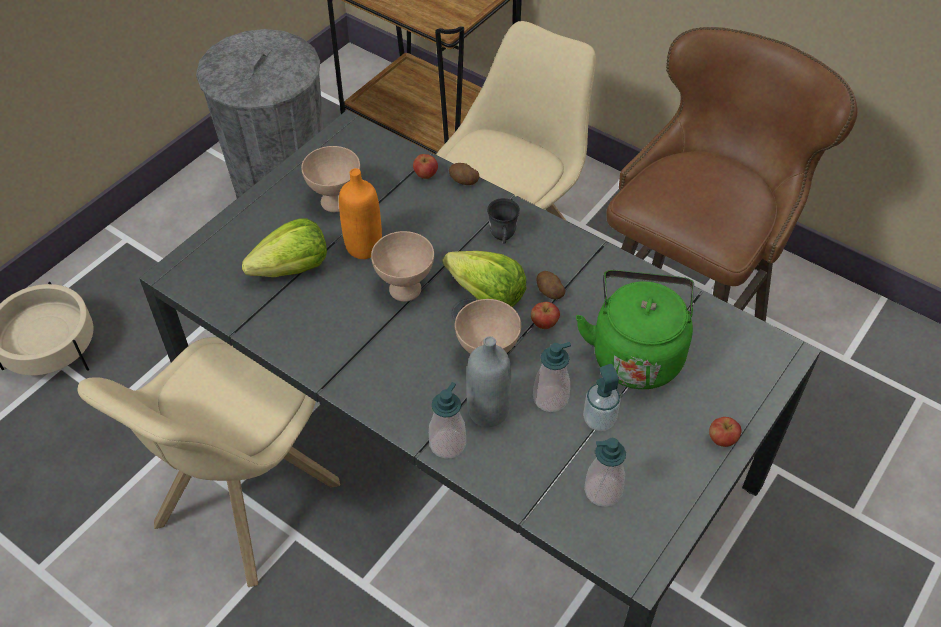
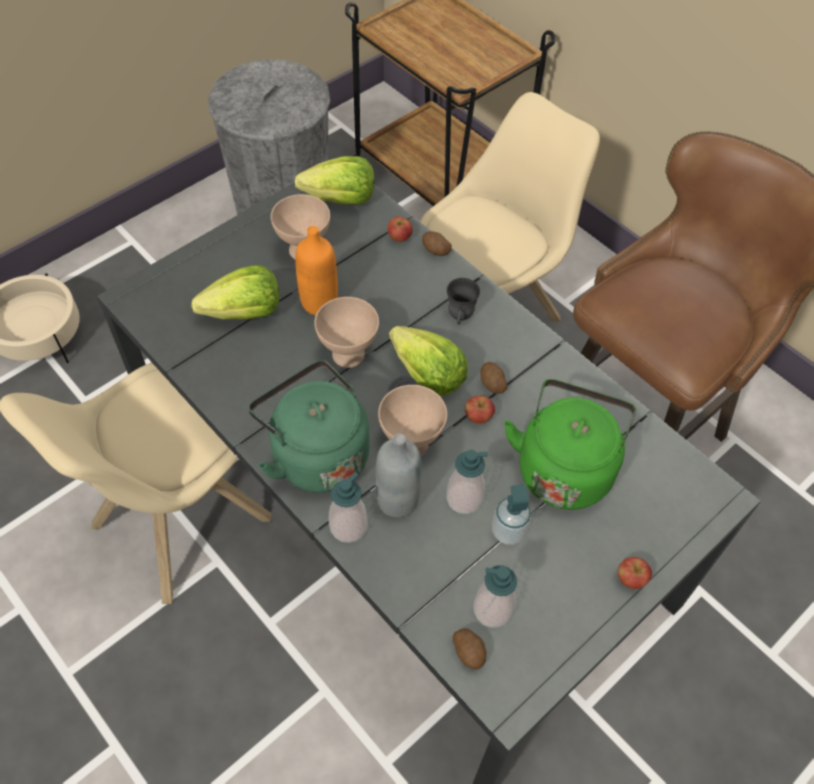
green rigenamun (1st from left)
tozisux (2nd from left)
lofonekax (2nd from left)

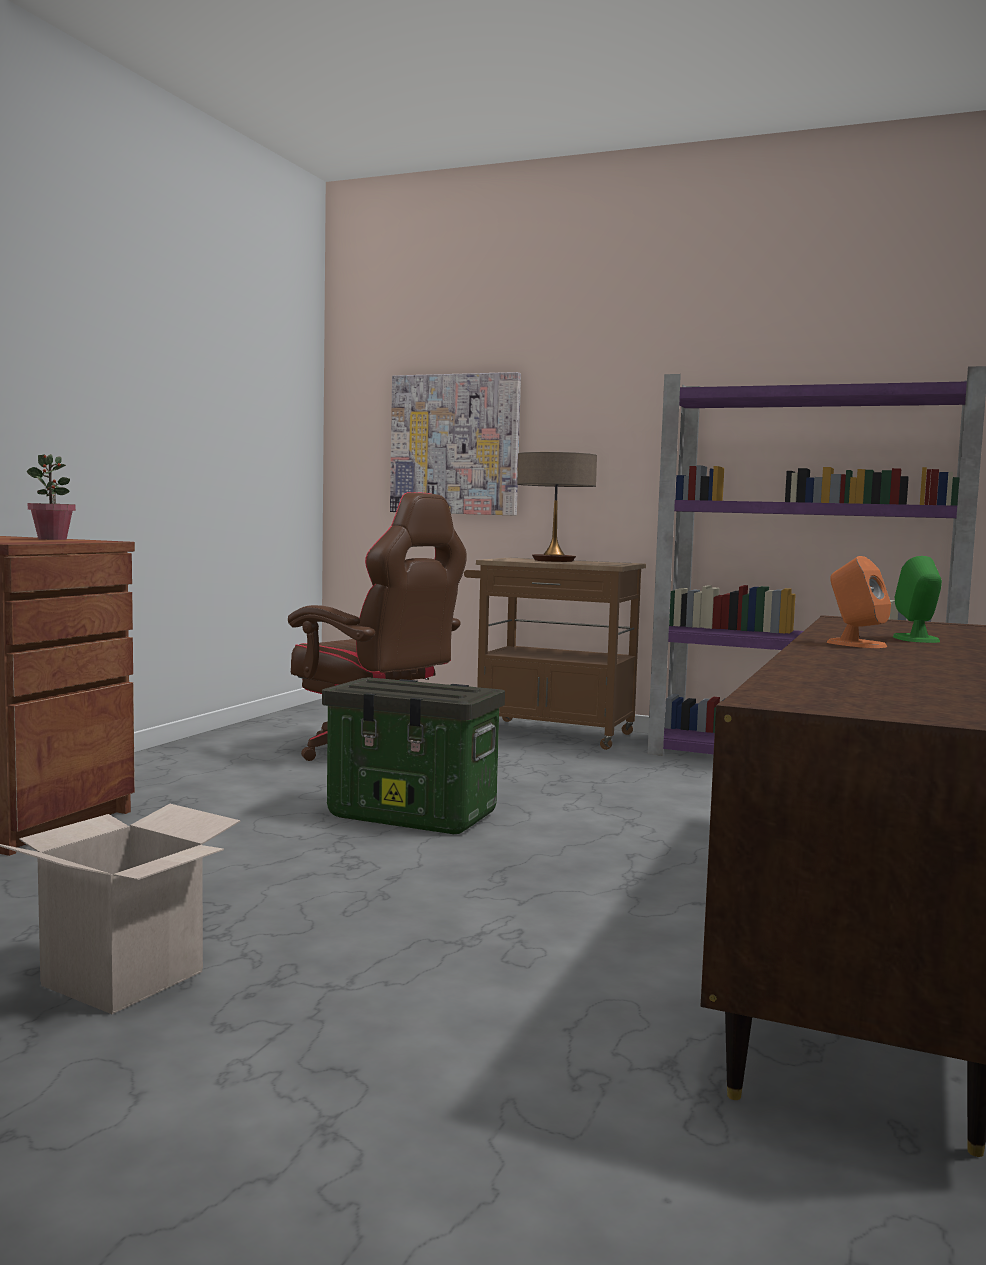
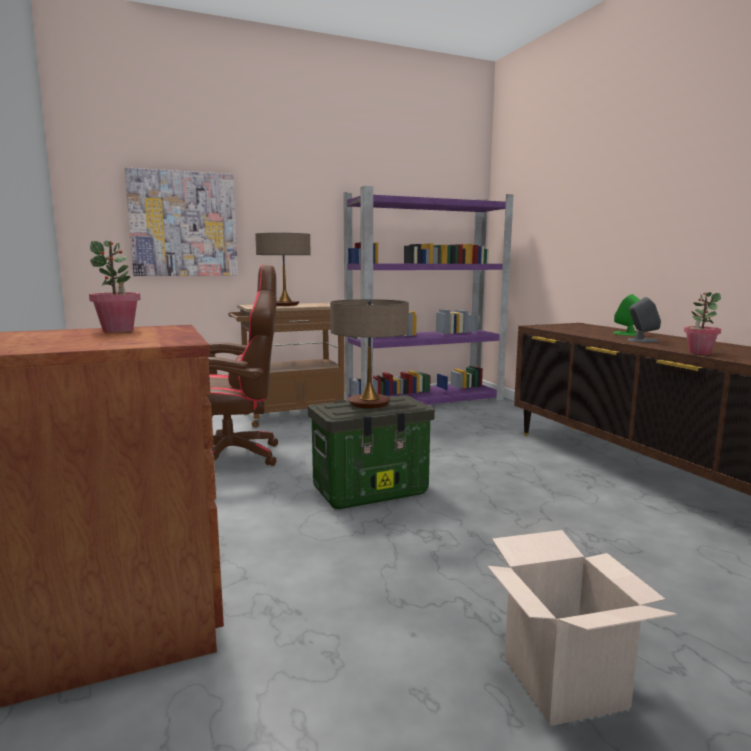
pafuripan (2nd from left)
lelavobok (2nd from left)
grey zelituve

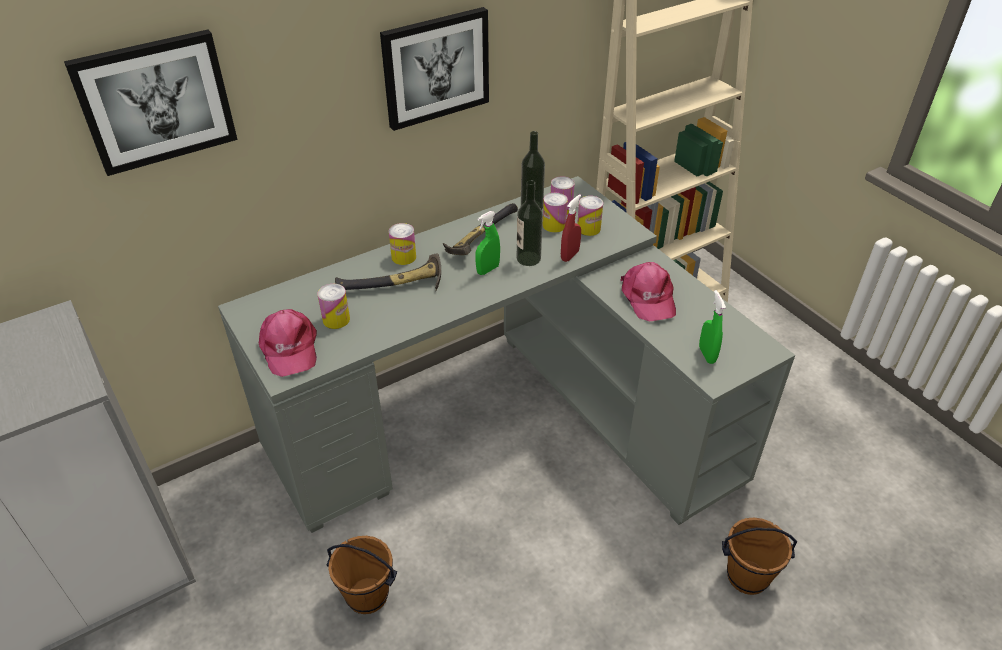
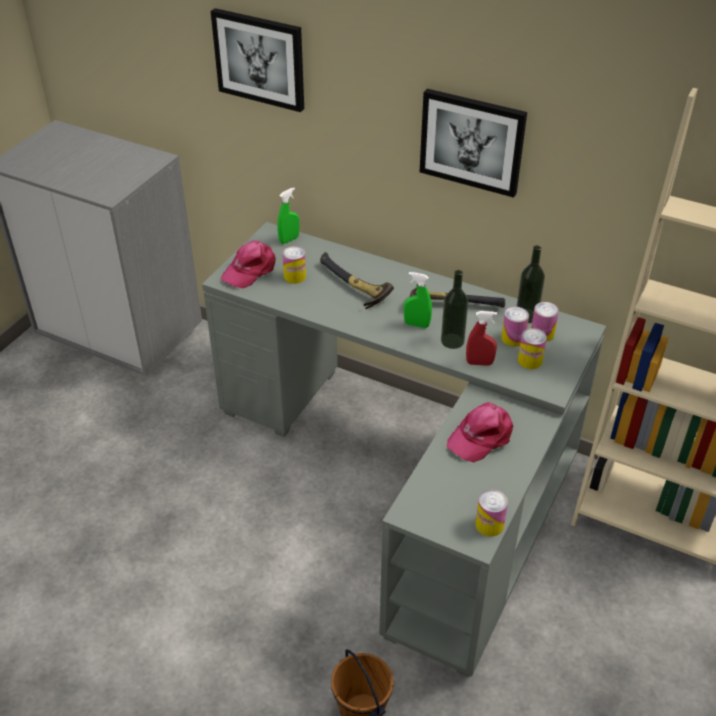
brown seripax (1st from left in the first image)
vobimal (2nd from left)
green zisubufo (1st from left)

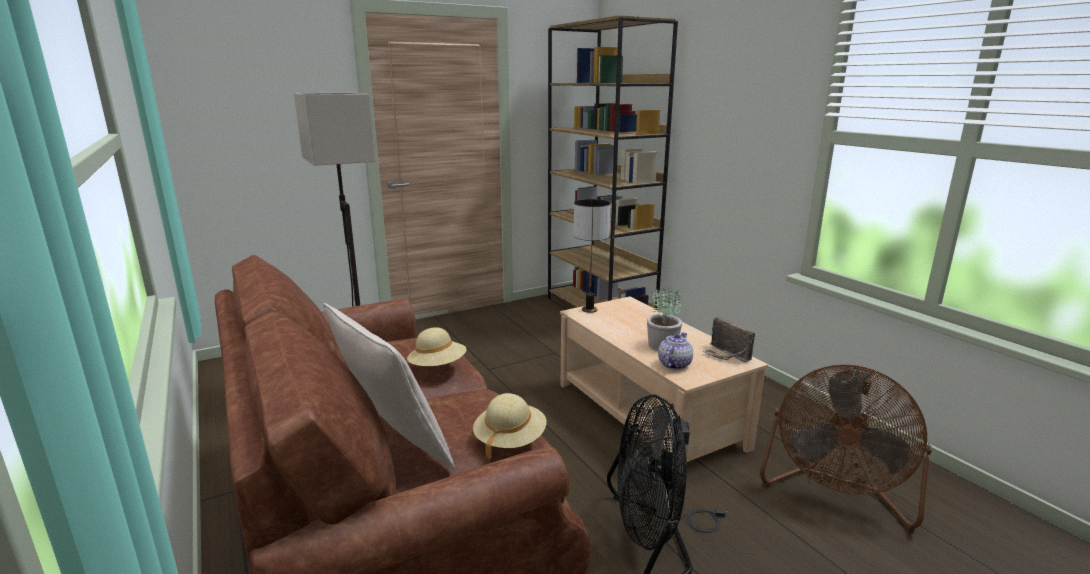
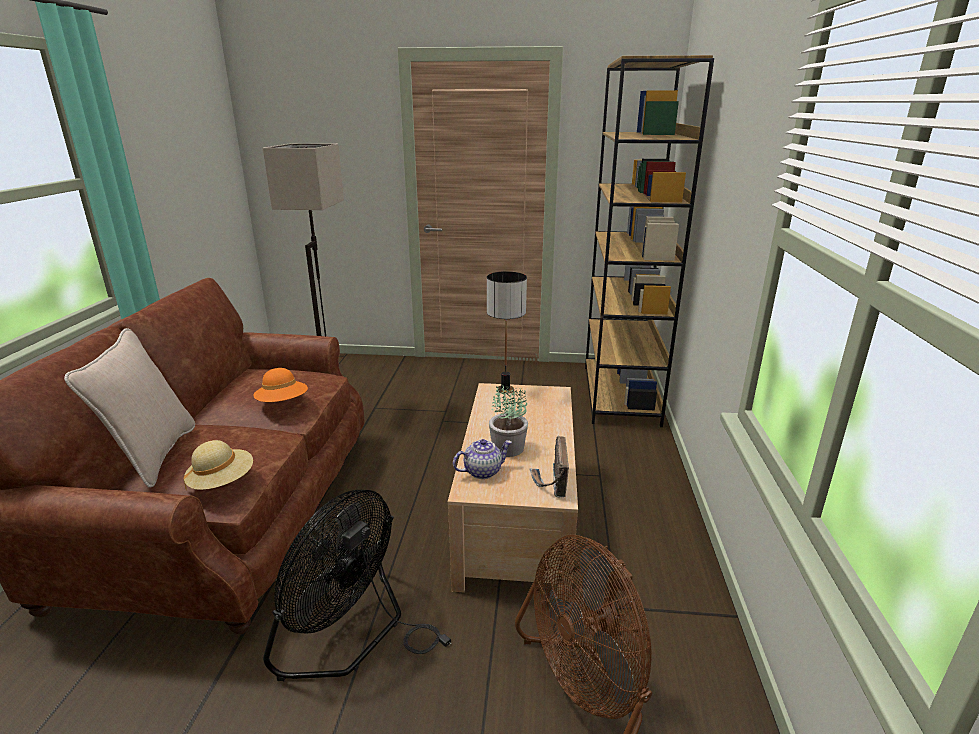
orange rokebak

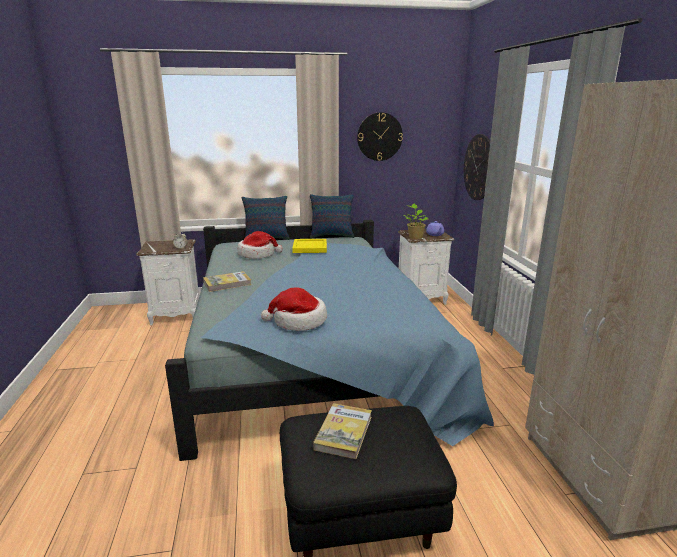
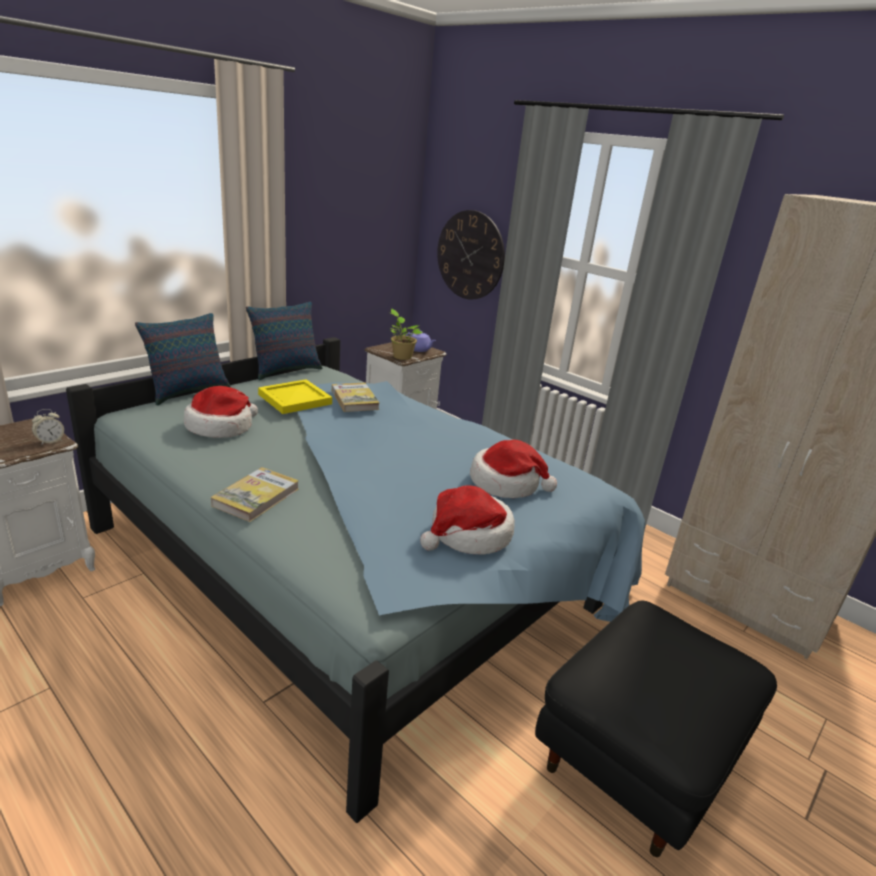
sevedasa (1st from left in the first image)
rokebak (3rd from left)
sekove (2nd from left)

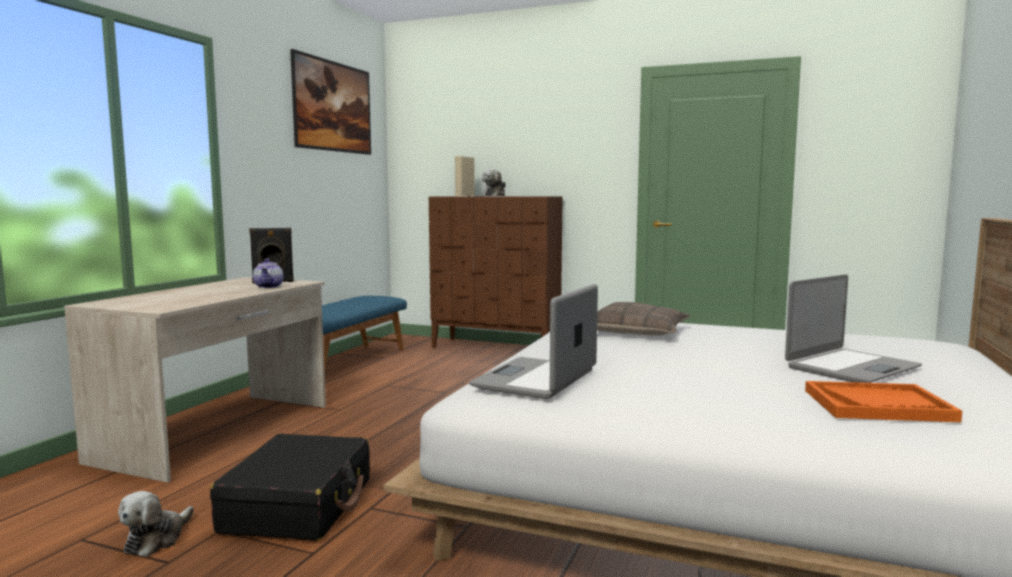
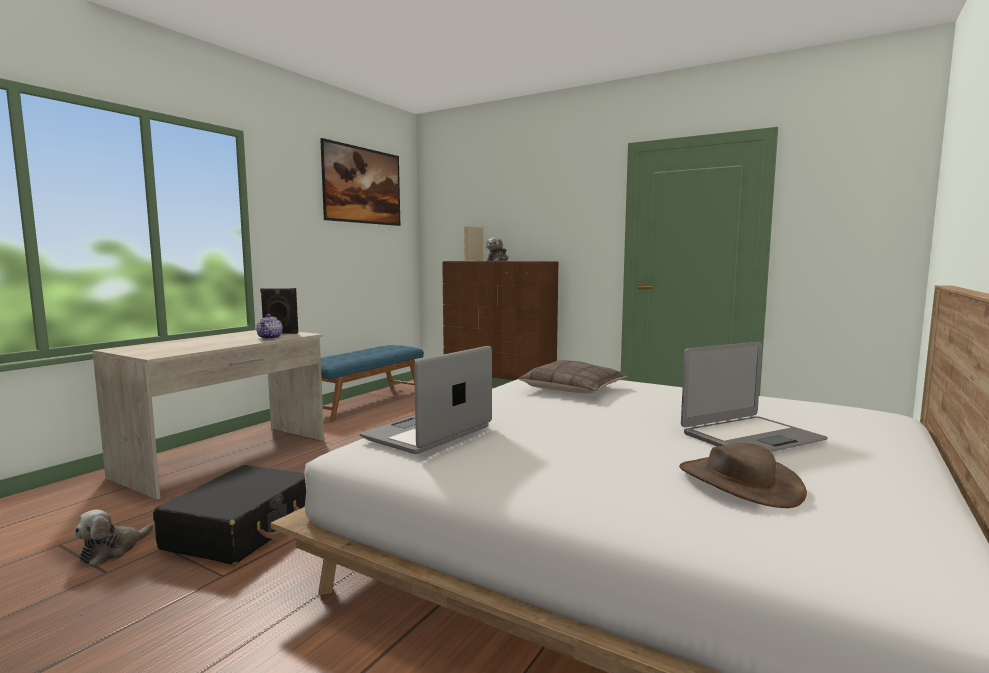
brown rokebak

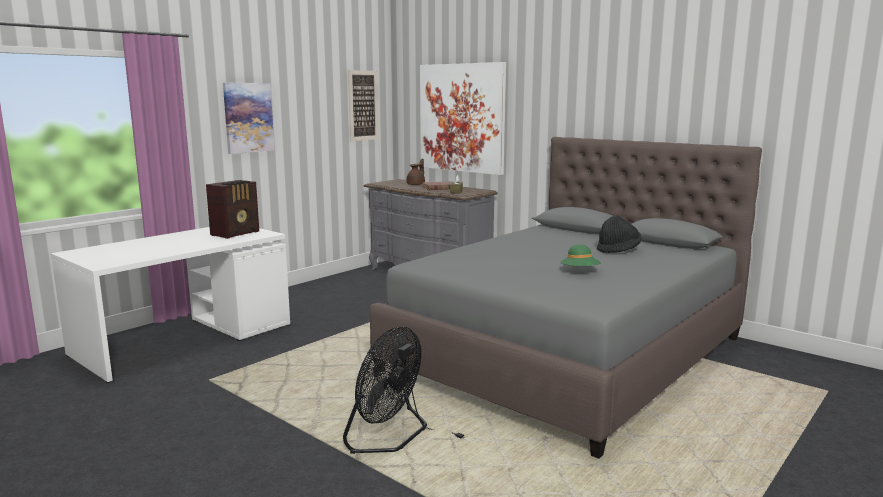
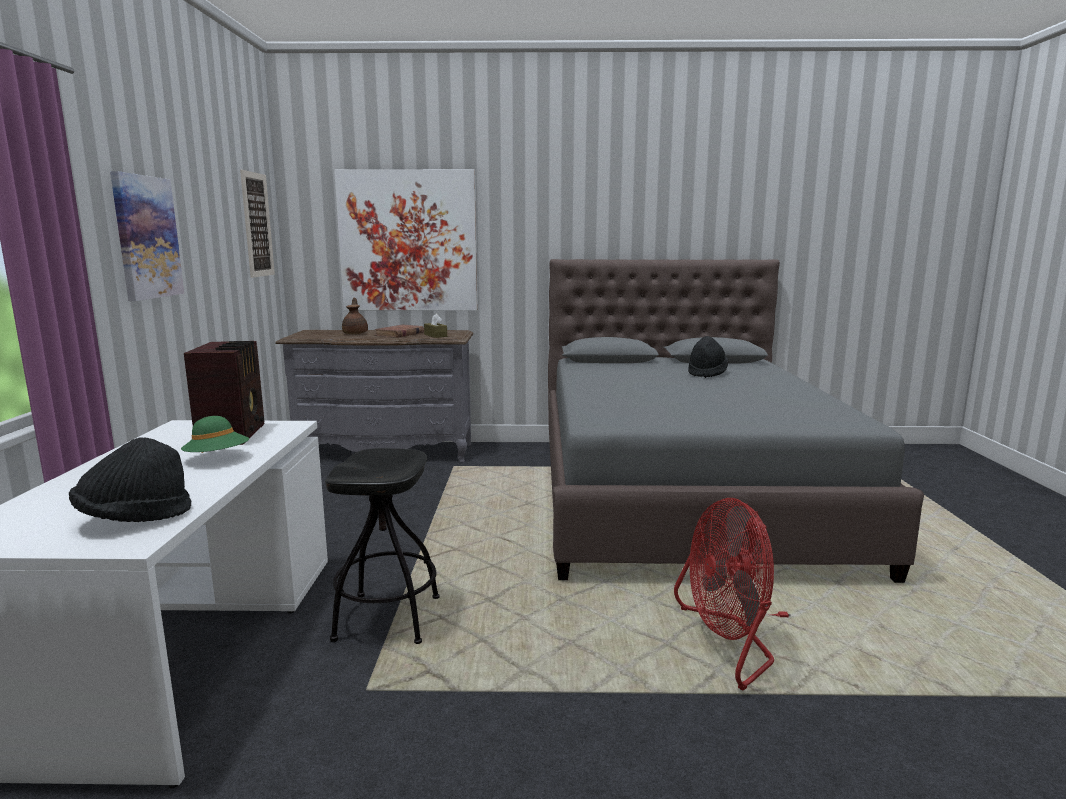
black rokebak (1st from left)
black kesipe
green rokebak
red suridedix

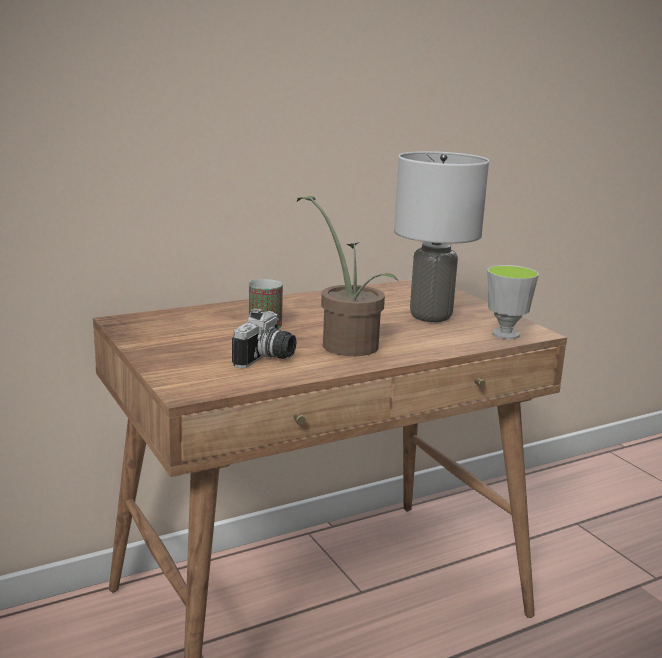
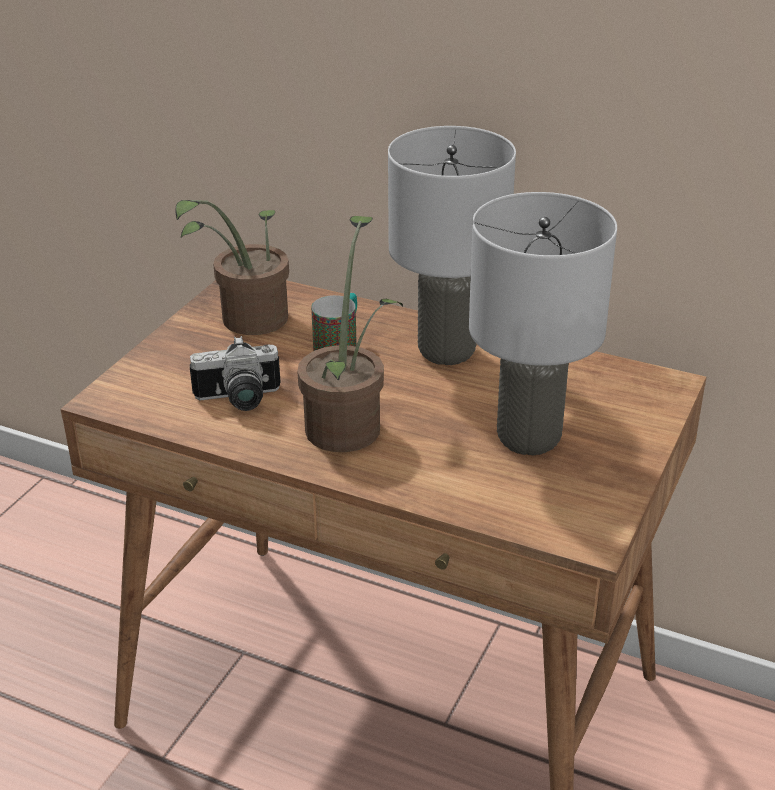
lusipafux
lelavobok (1st from left)
white pafuripan (1st from left)

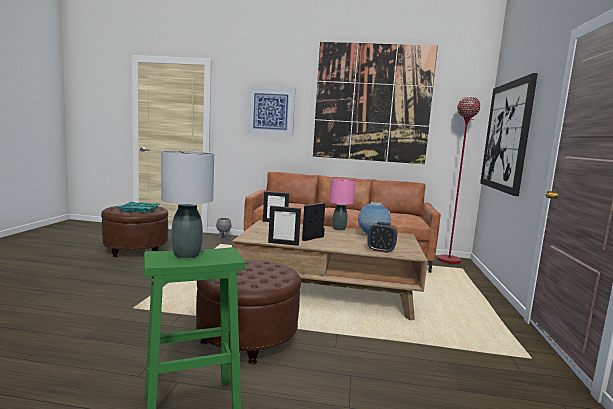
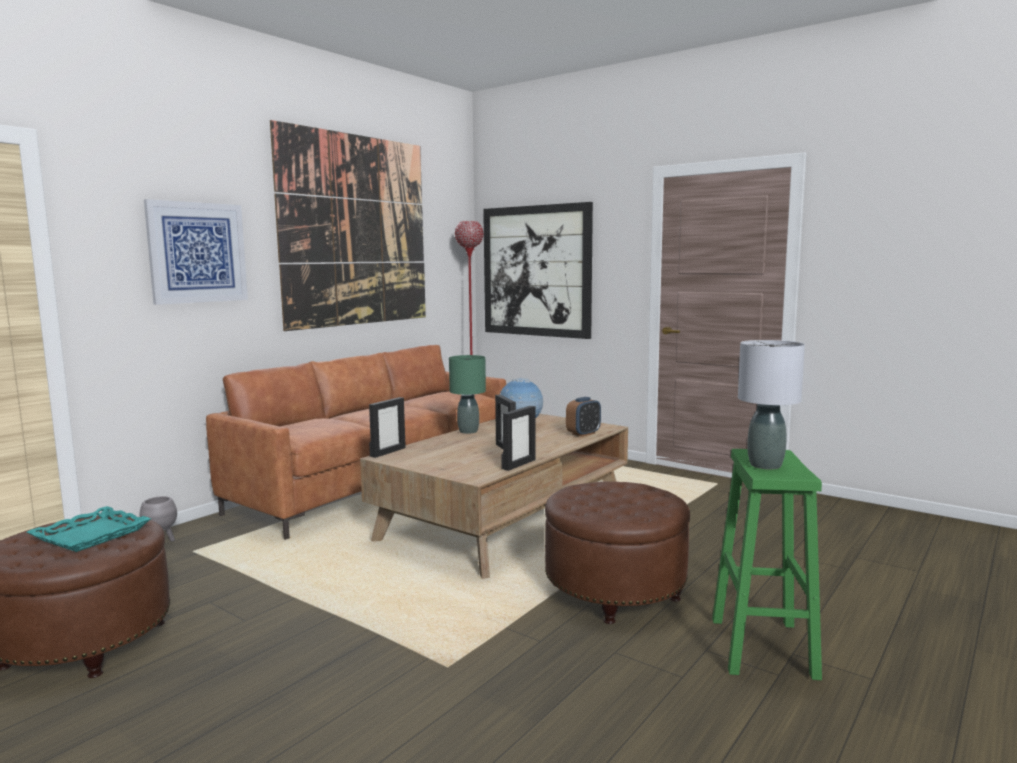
green pafuripan

